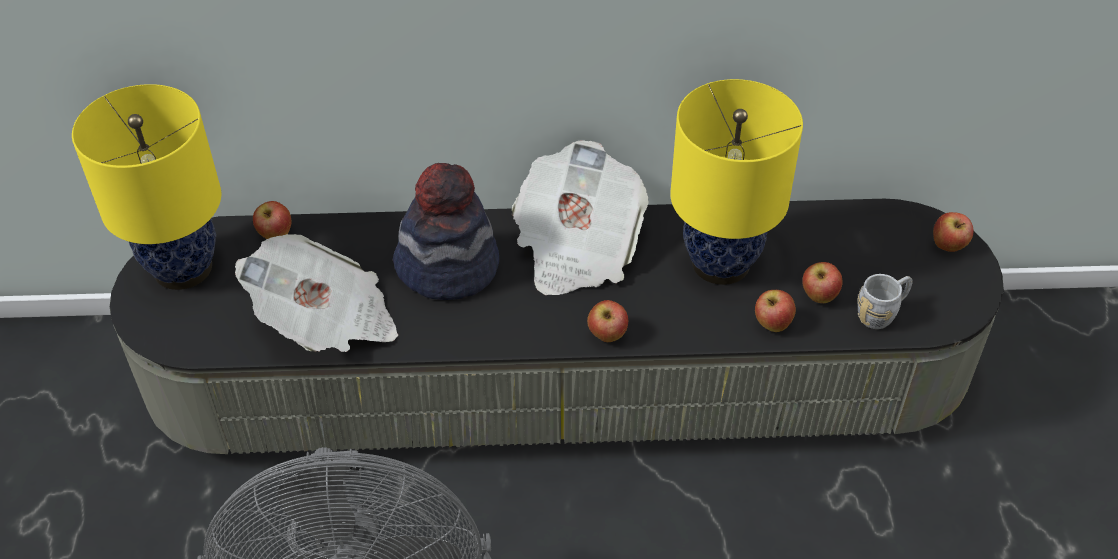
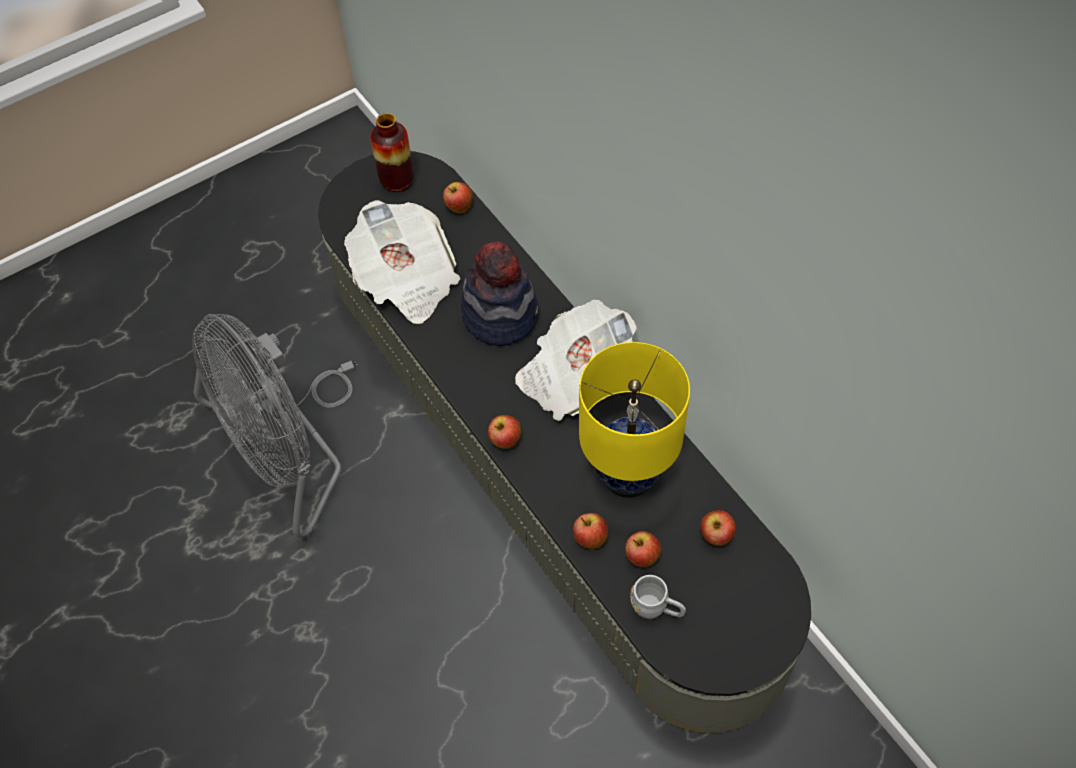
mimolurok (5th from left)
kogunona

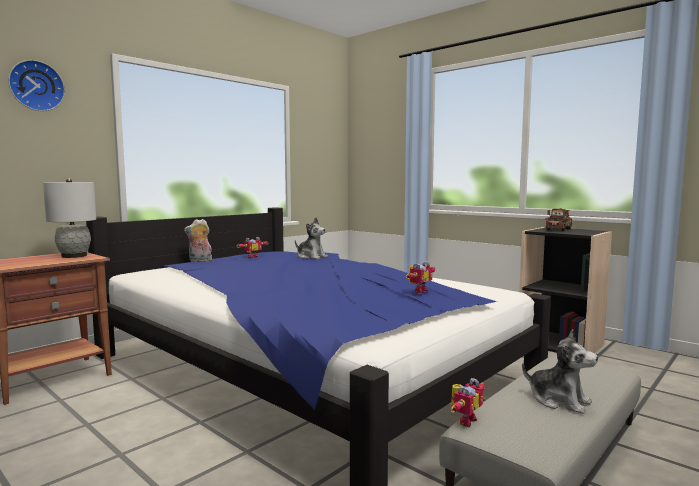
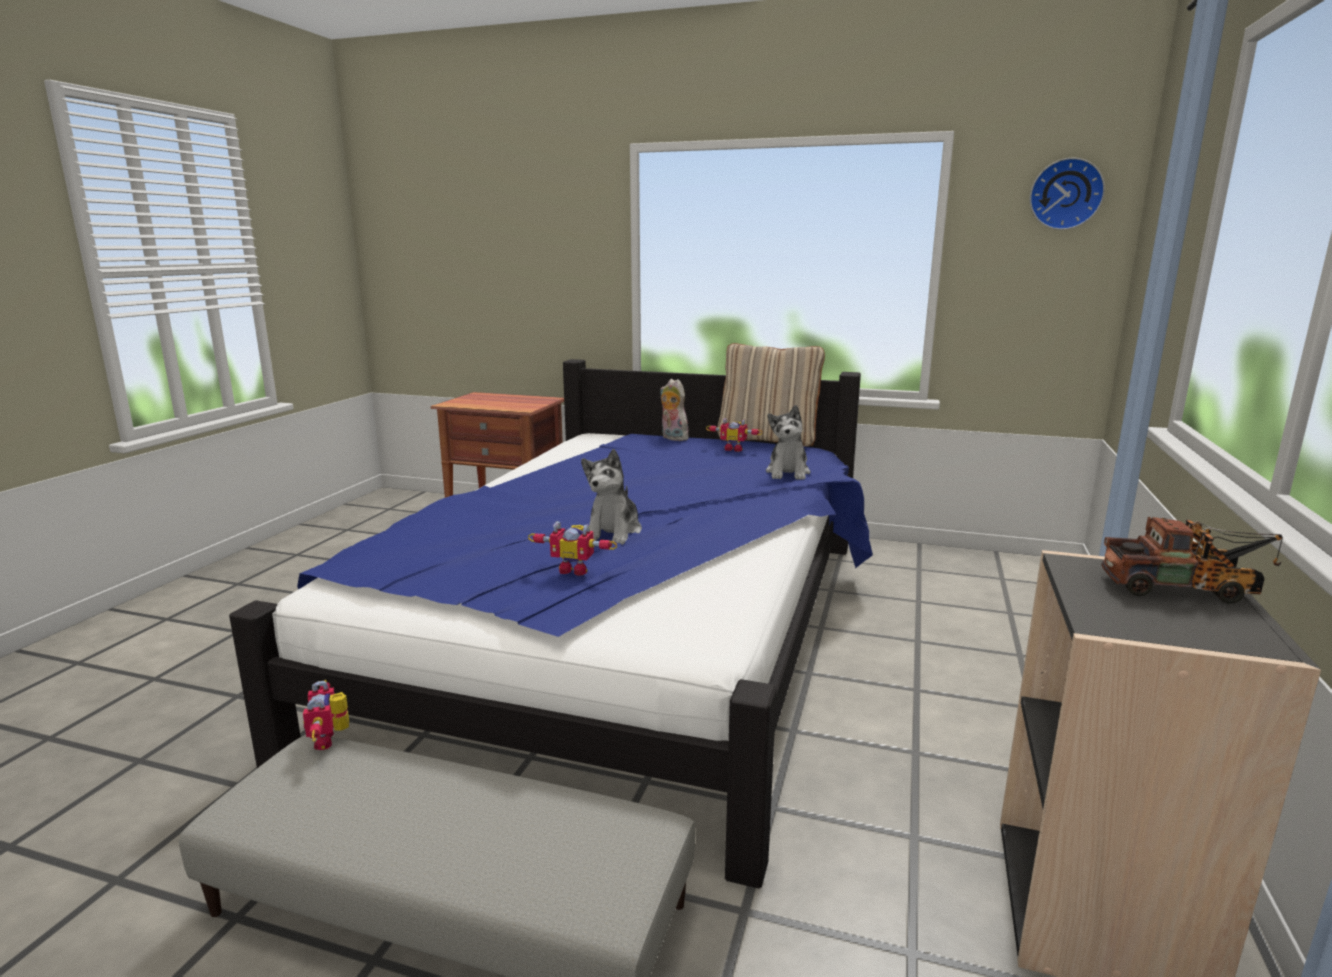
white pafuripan
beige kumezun
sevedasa
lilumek (1st from left)
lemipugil (1st from left)

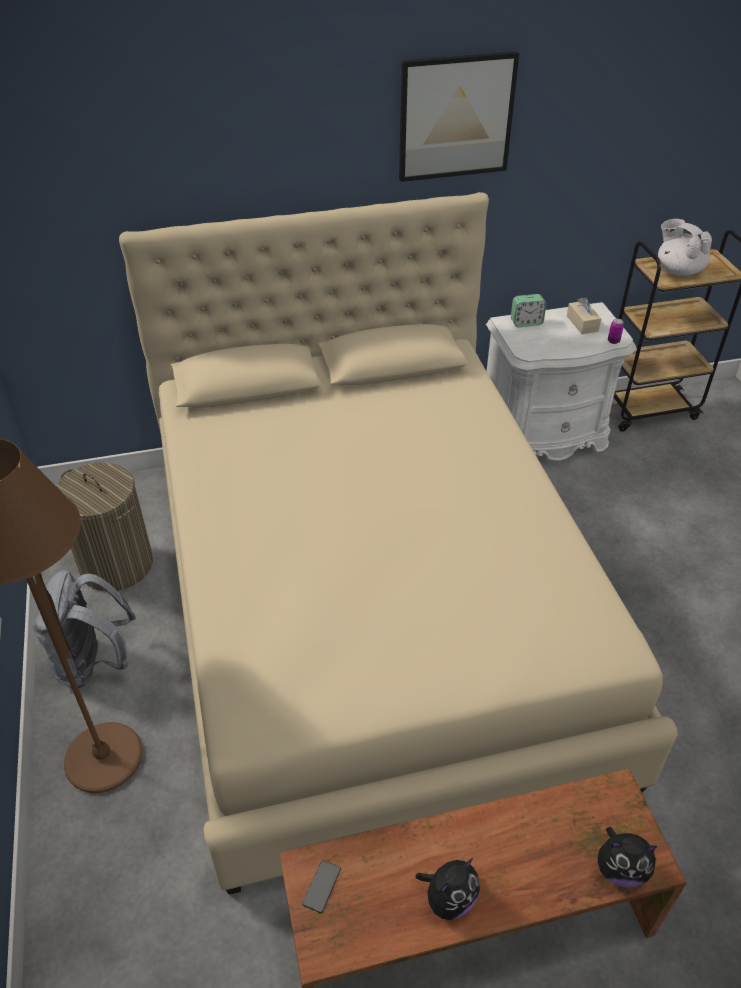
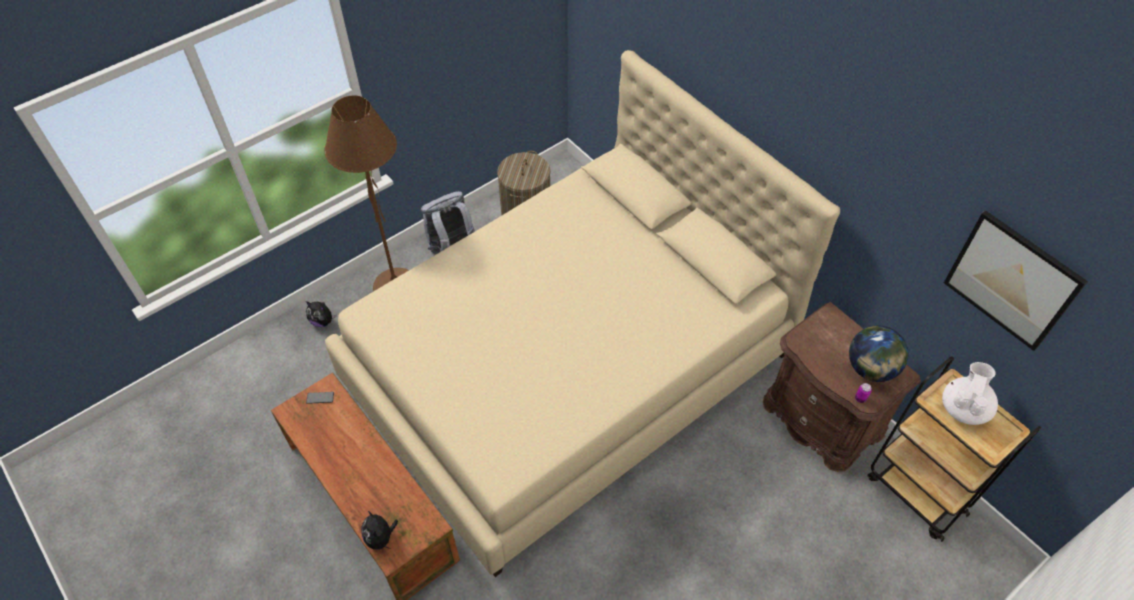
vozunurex
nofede
lilumek (1st from left)
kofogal
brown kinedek

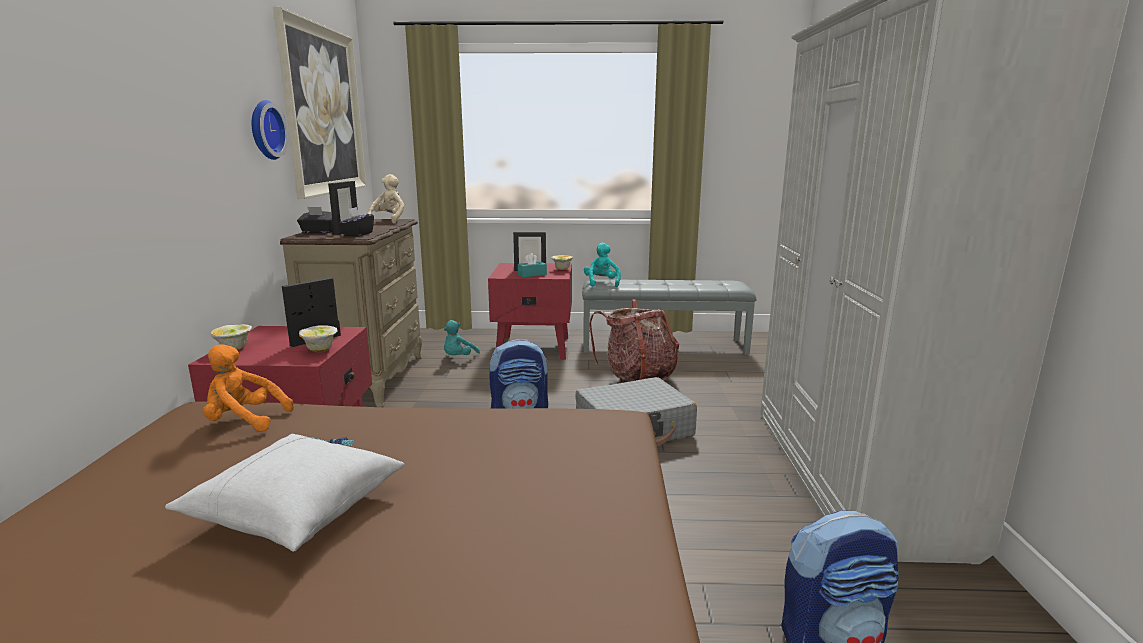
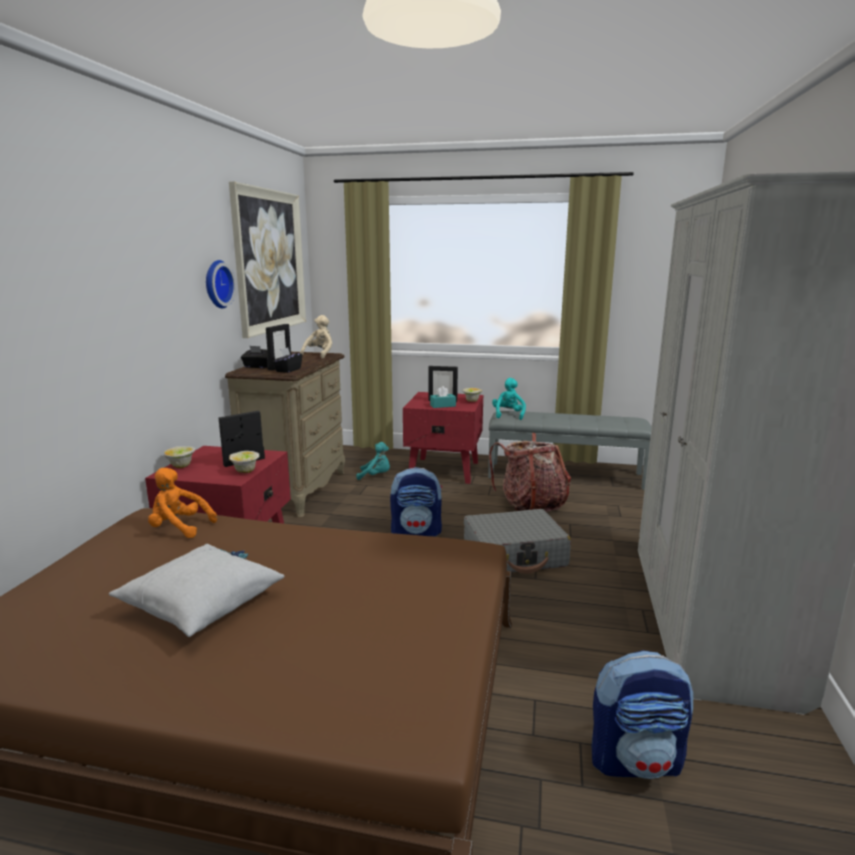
turquoise lilumek (1st from left)

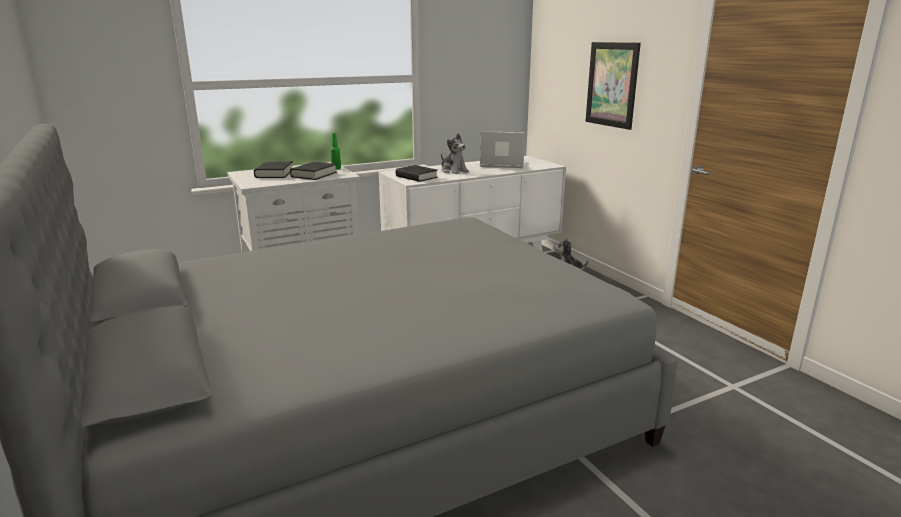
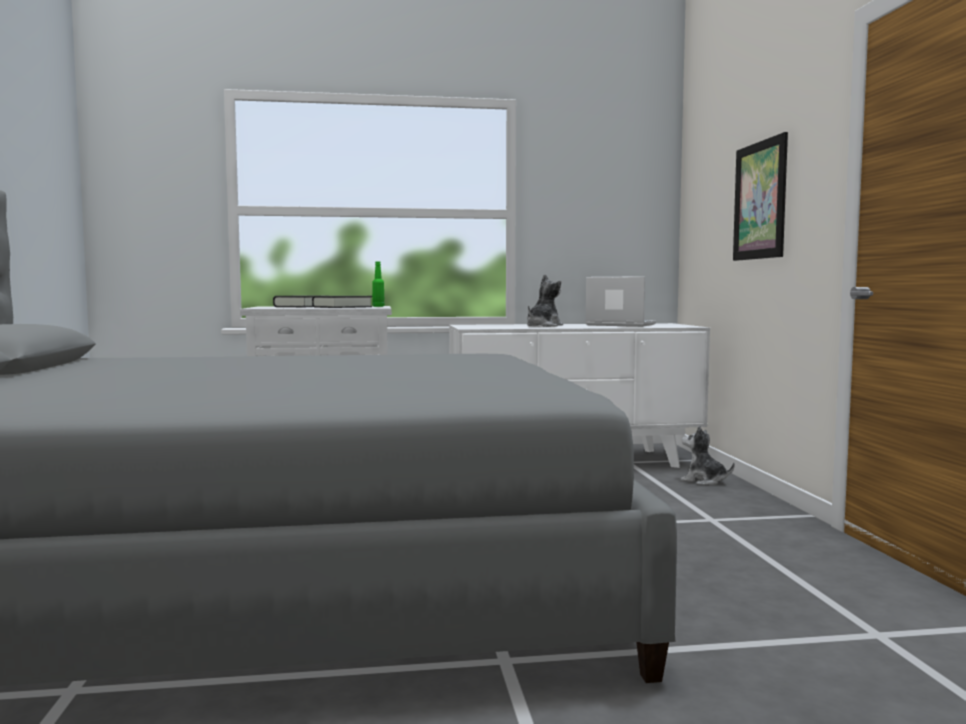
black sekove (3rd from left in the first image)
lilumek (1st from left)

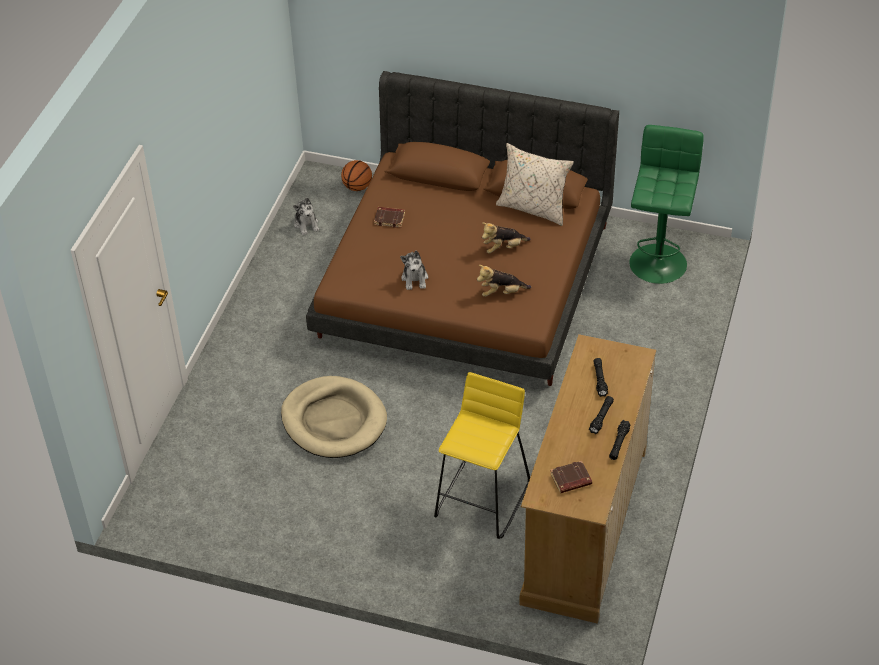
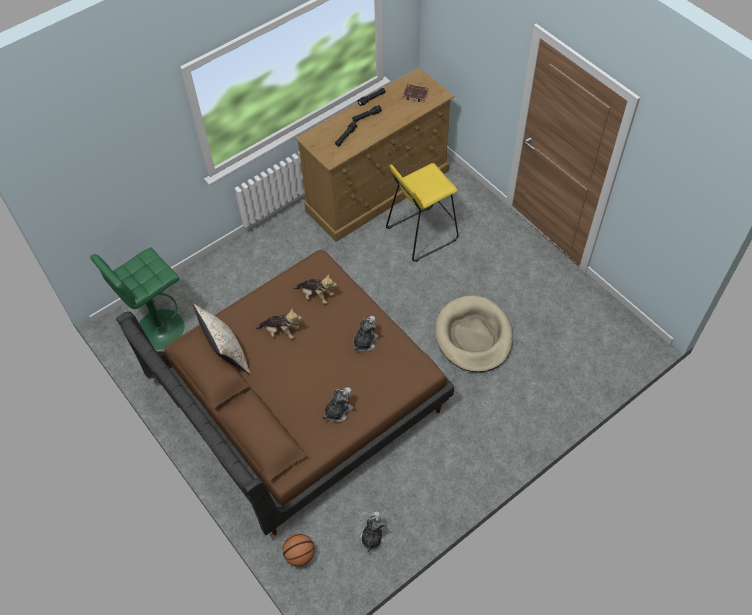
lilumek (3rd from left)

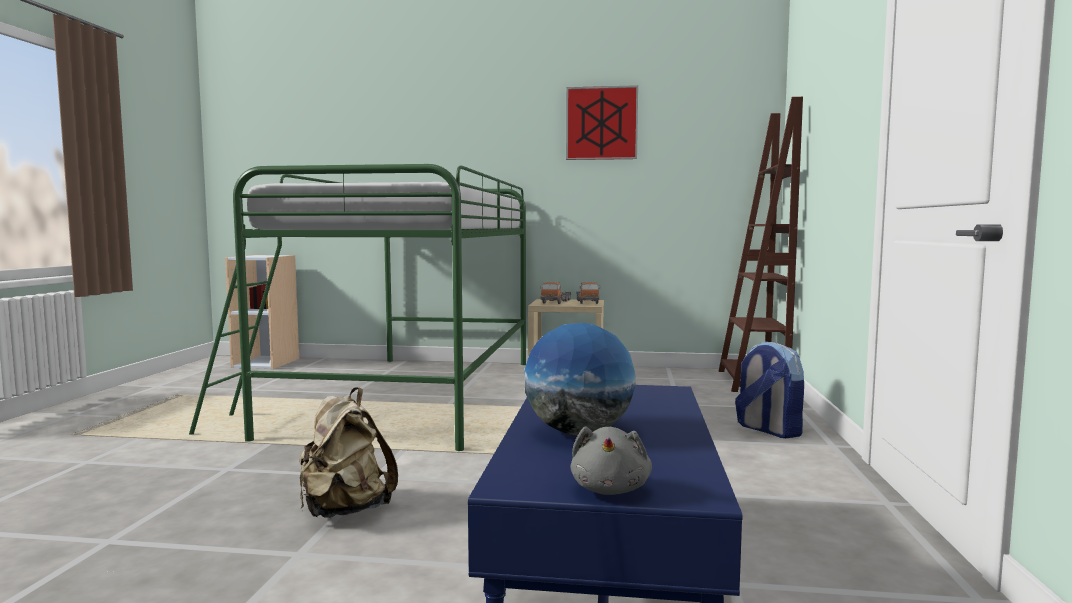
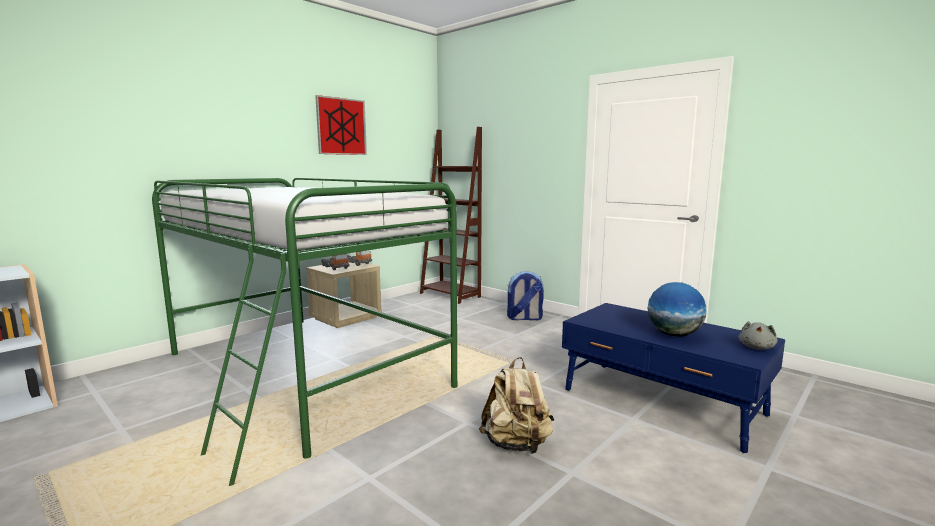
grey lilumek

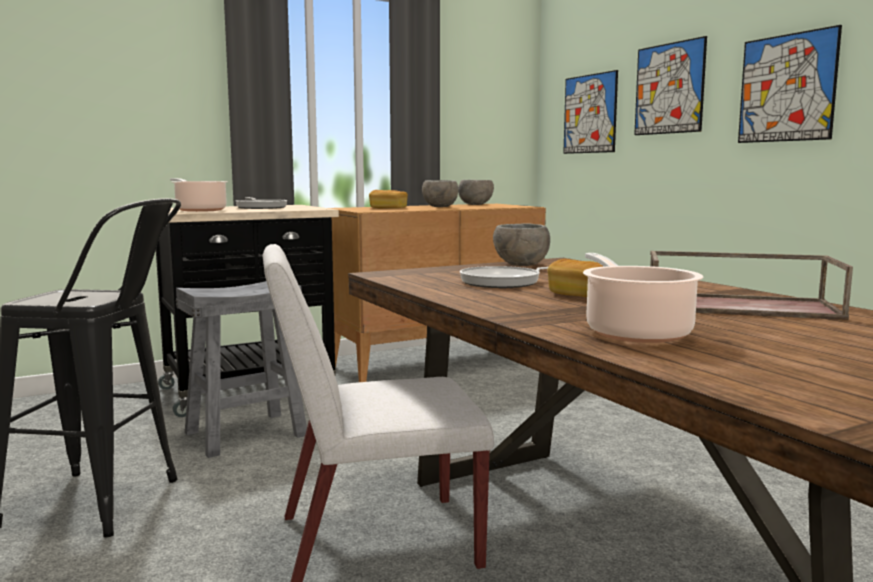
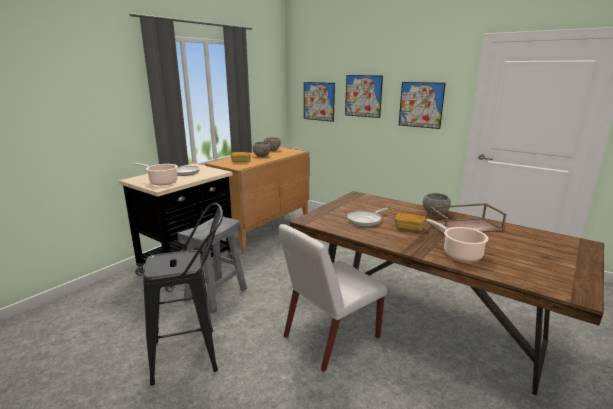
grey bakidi (3rd from left)

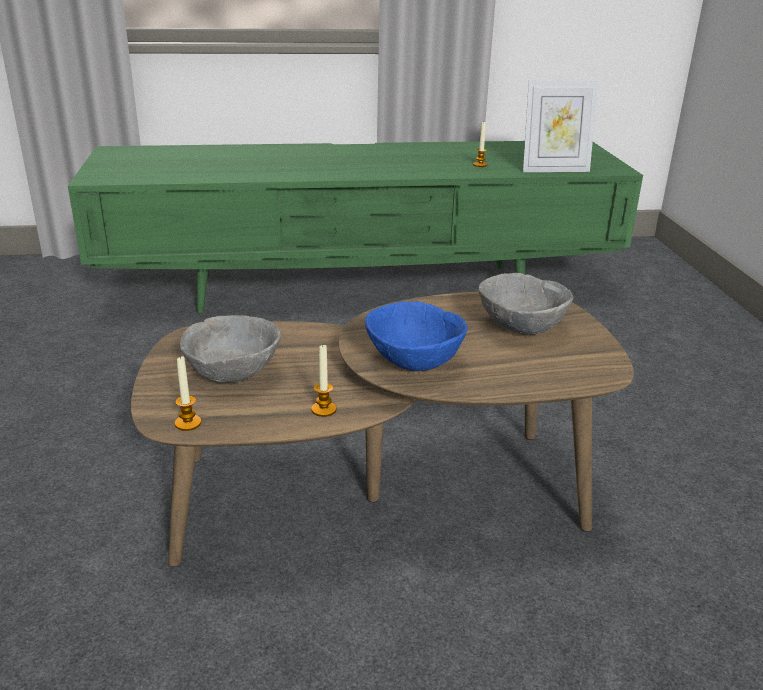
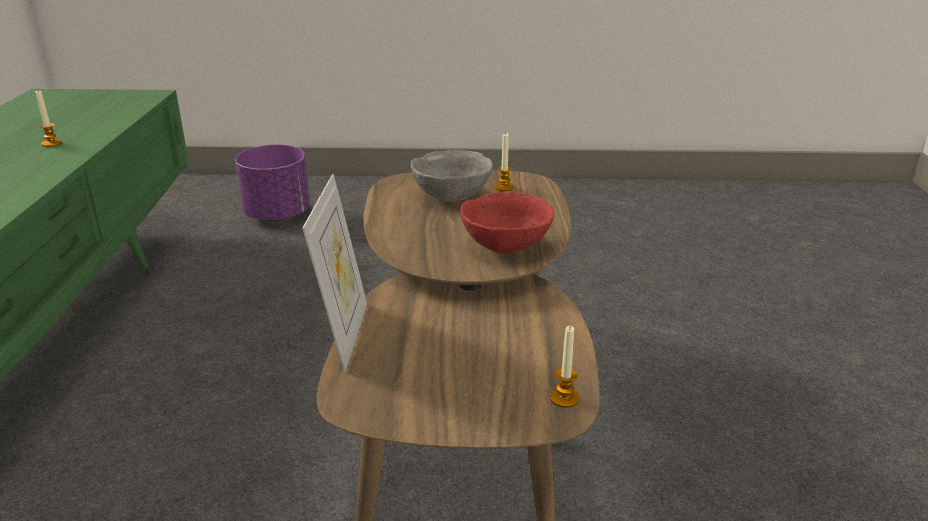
grey bakidi (1st from left in the first image)
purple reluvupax
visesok (2nd from left)
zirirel
red bakidi

